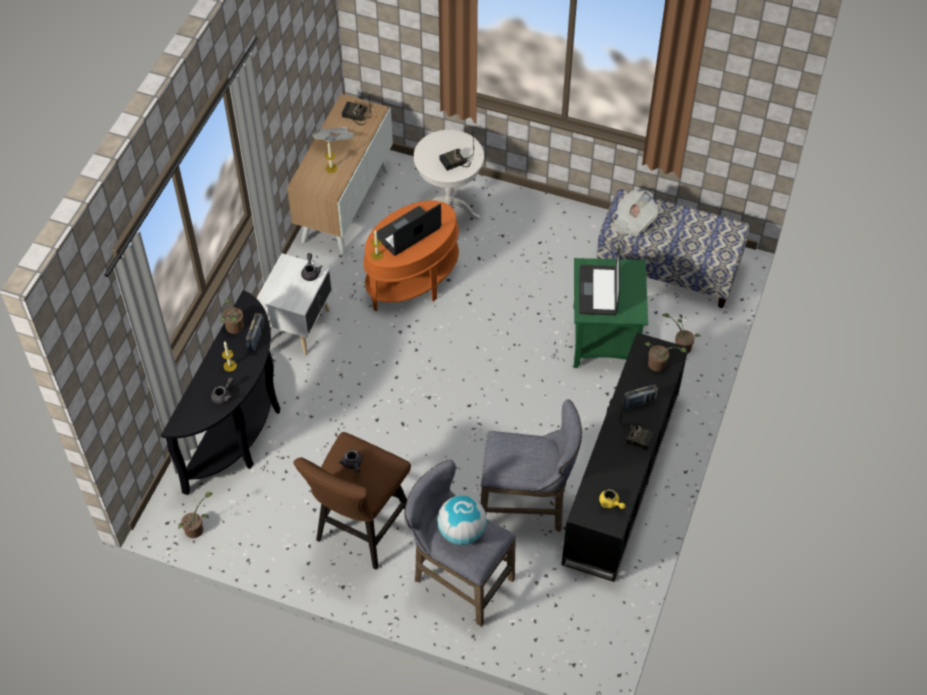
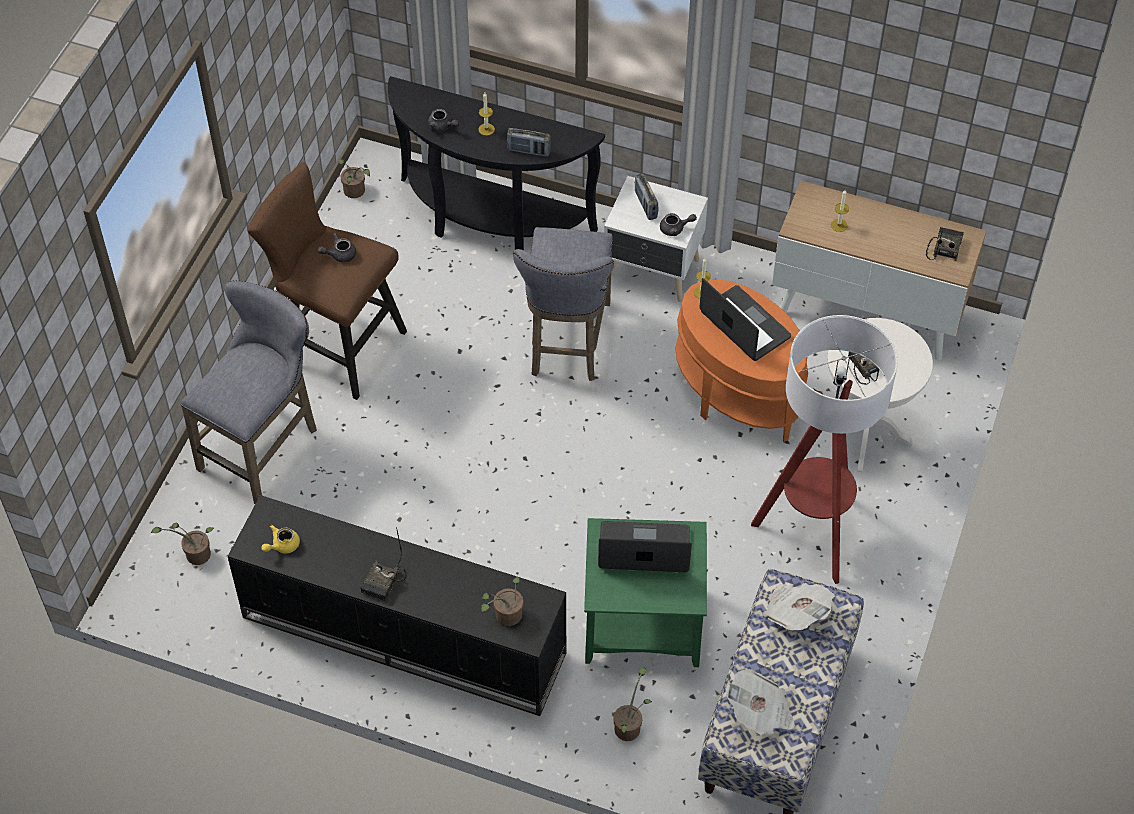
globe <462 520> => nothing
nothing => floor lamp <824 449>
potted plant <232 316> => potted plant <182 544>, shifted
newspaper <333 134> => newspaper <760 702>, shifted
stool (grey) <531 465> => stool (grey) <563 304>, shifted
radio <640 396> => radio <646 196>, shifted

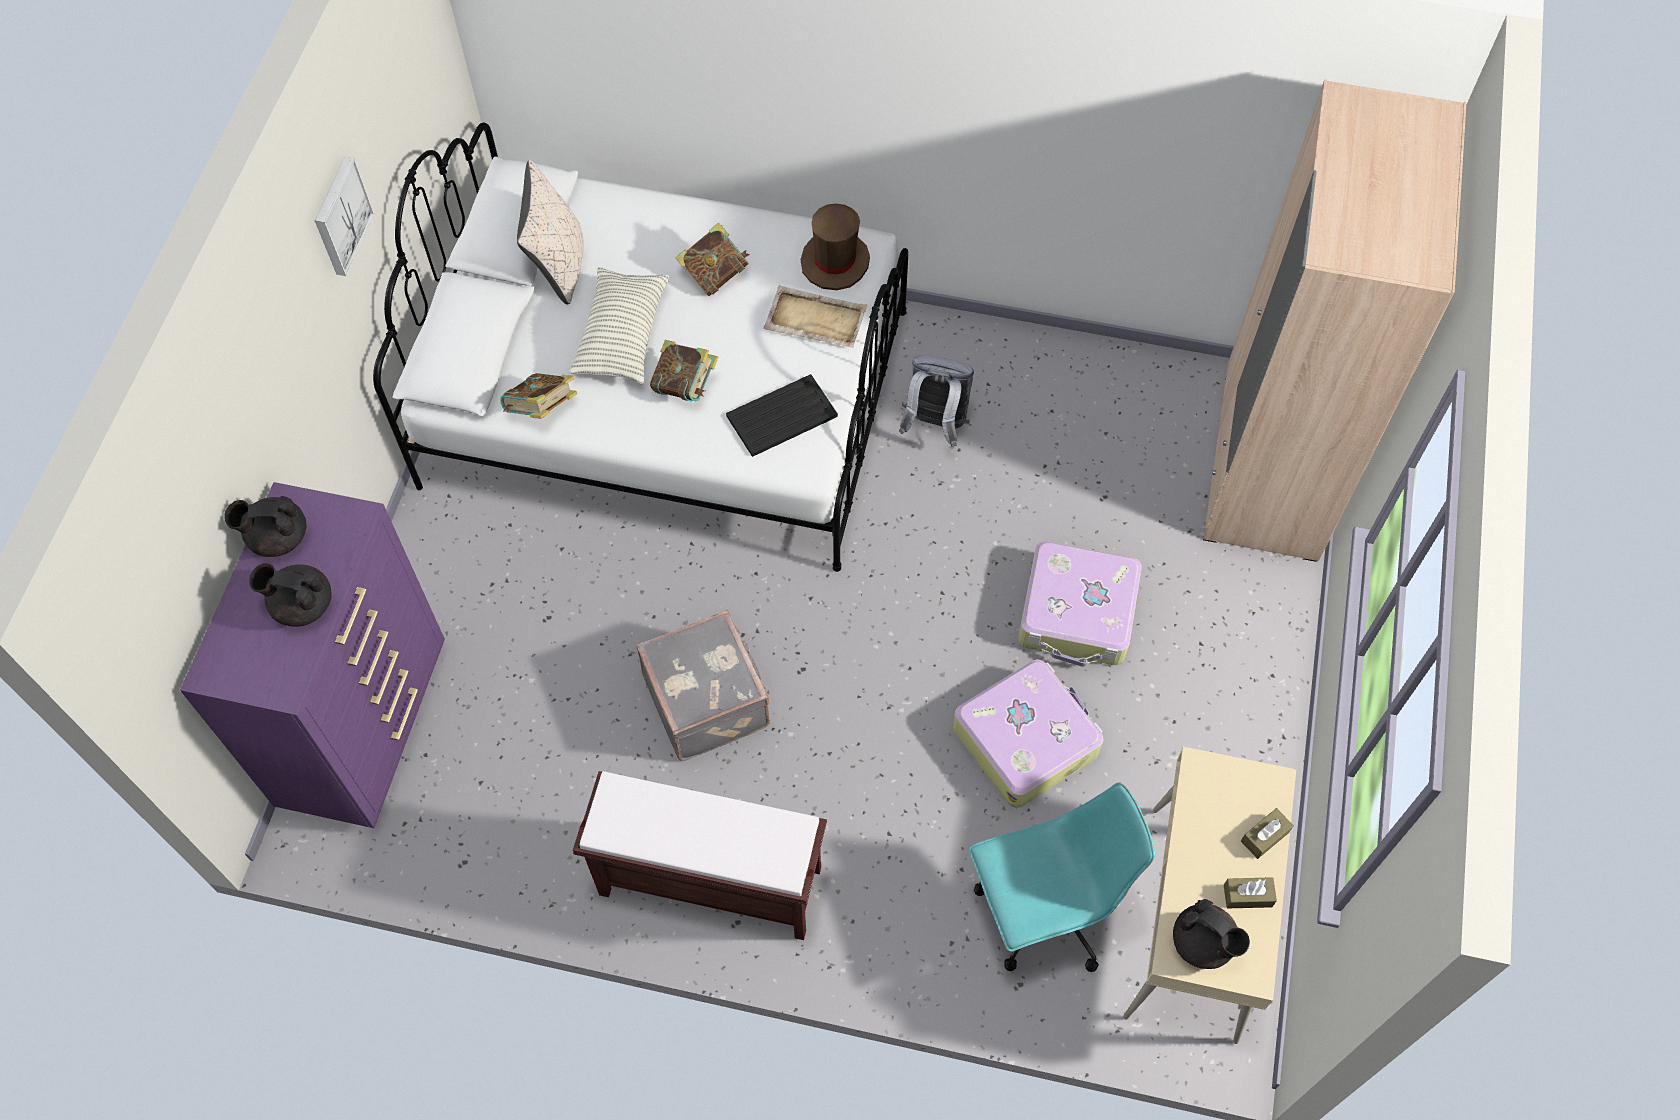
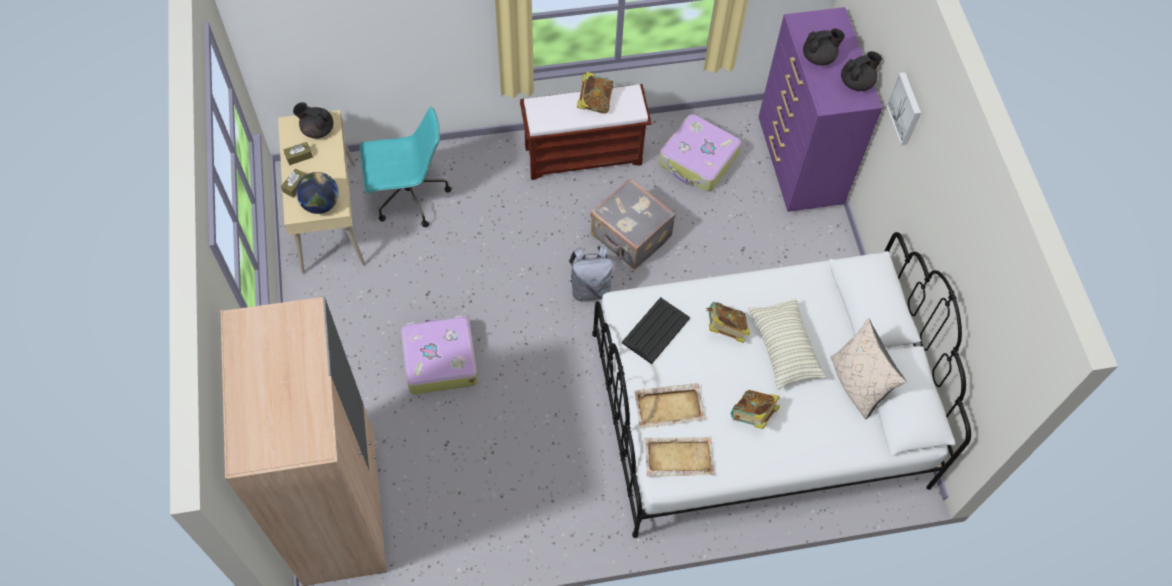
nothing => globe <317 193>
picture <344 216> => picture <903 108>, shifted
book <538 396> => book <595 93>, shifted
backpack (grey) <936 401> => backpack (grey) <590 273>, shifted
suitcase <1028 734> => suitcase <700 153>, shifted
hat (brown) <835 247> => tray (beige) <680 456>
office chair (turquoise) <1062 877> => office chair (turquoise) <406 167>, 150 degrees counterclockwise

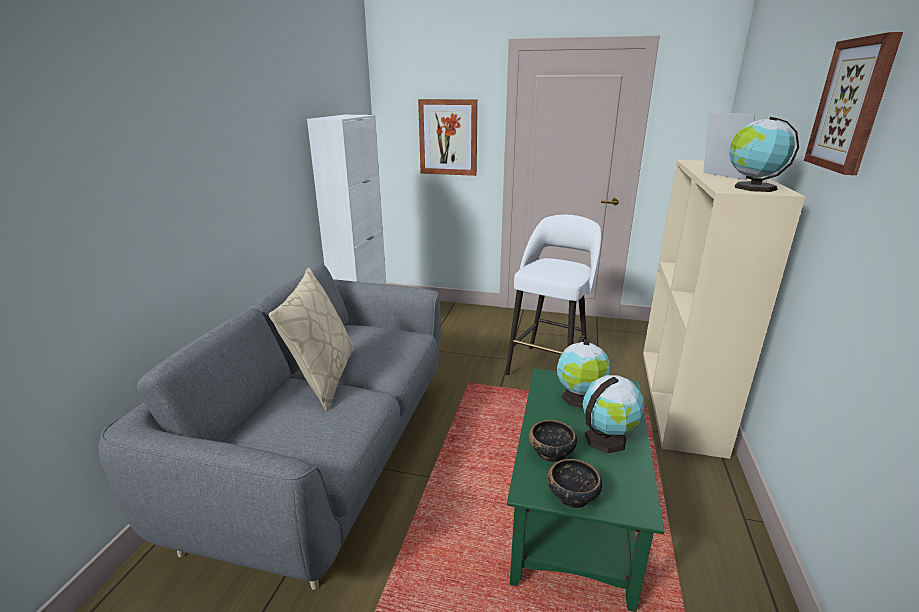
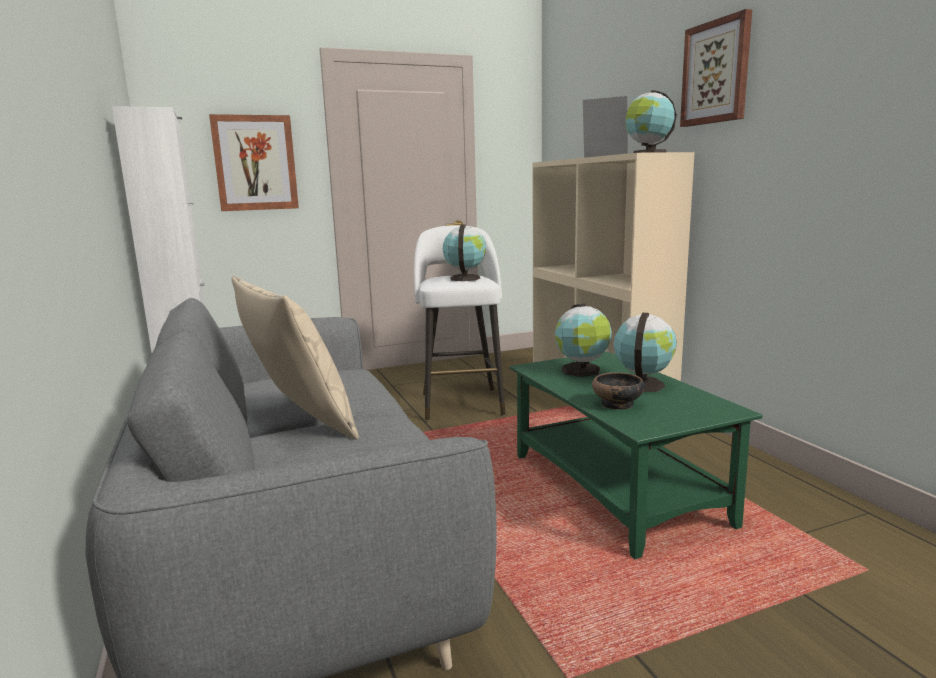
bowl <574 483> => nothing
nothing => globe <464 252>

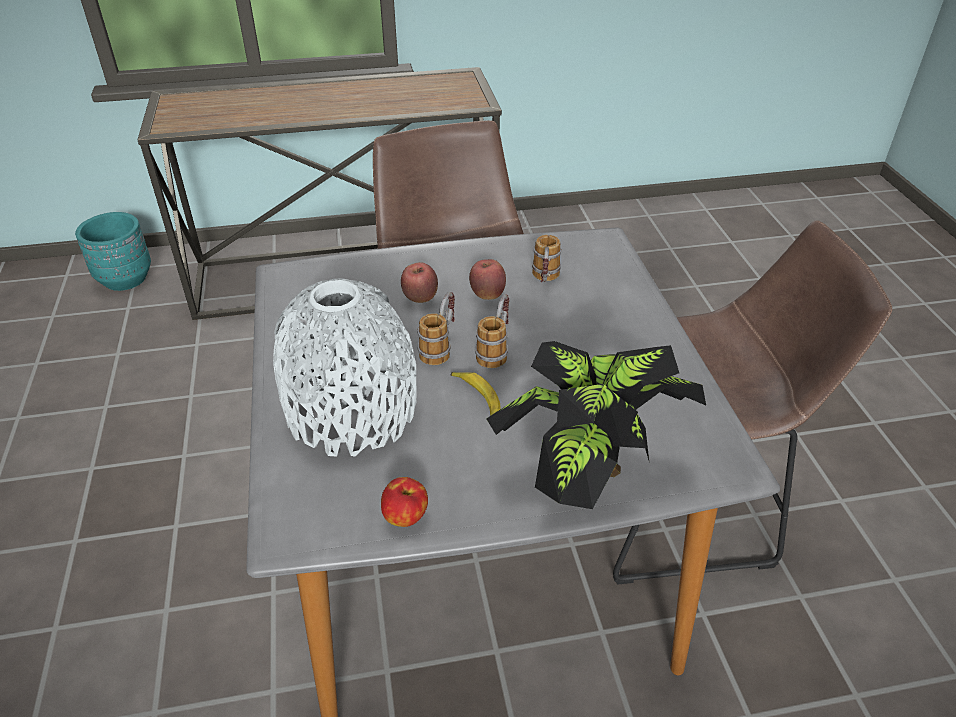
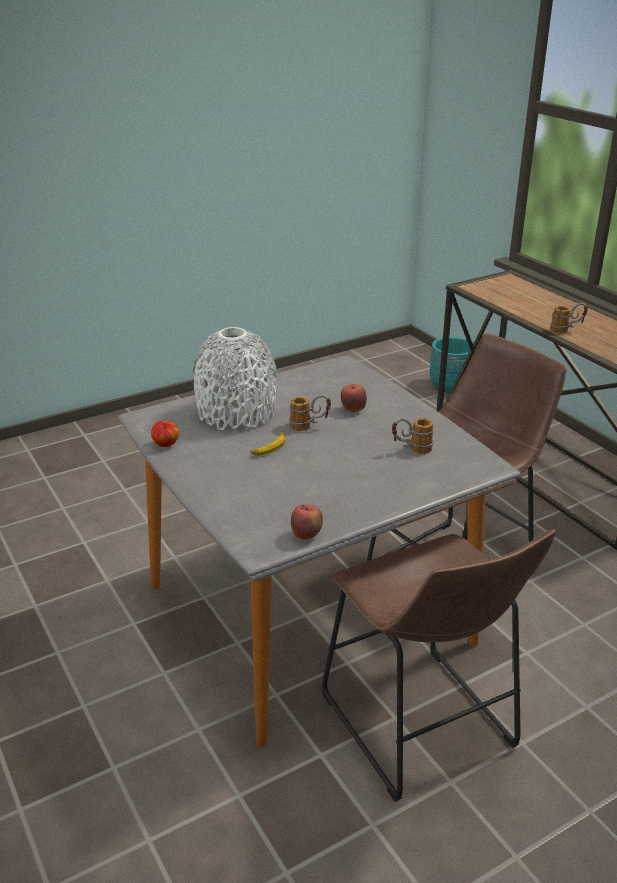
potted plant <596 425> => nothing
apple <487 279> => apple <307 522>, shifted
mug <492 331> => mug <569 318>, shifted

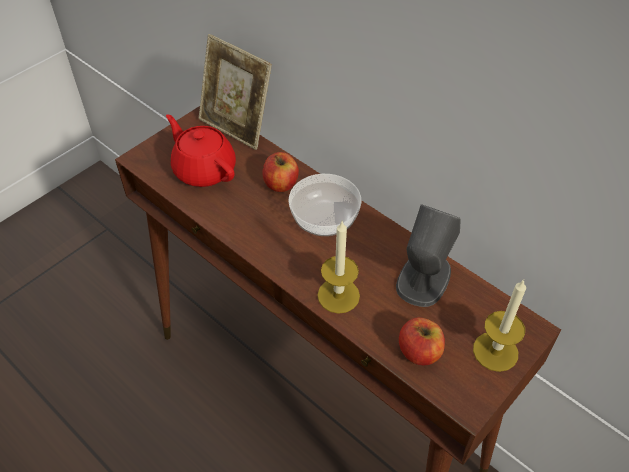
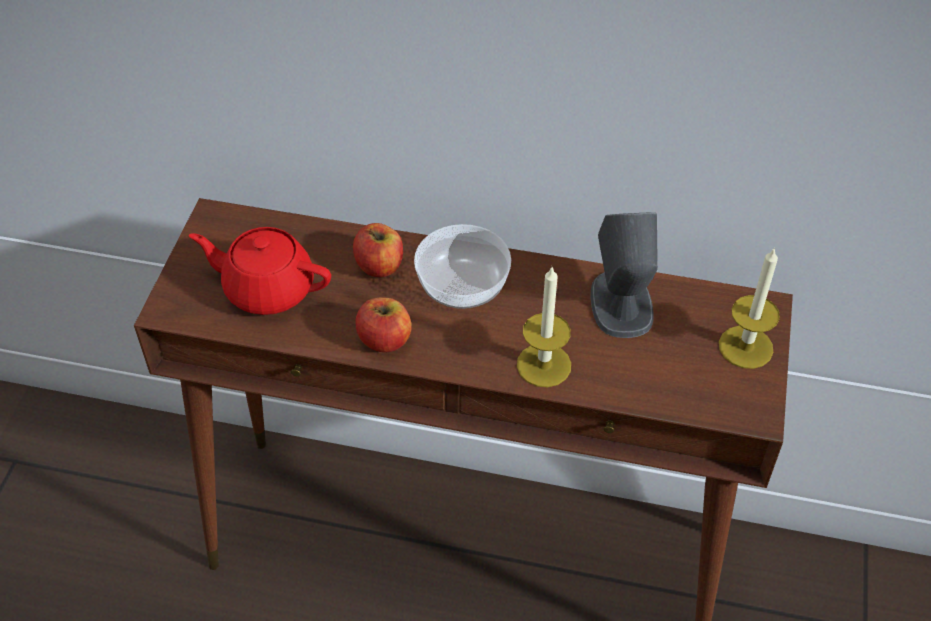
picture frame <235 92> => nothing
apple <422 341> => apple <384 324>, shifted

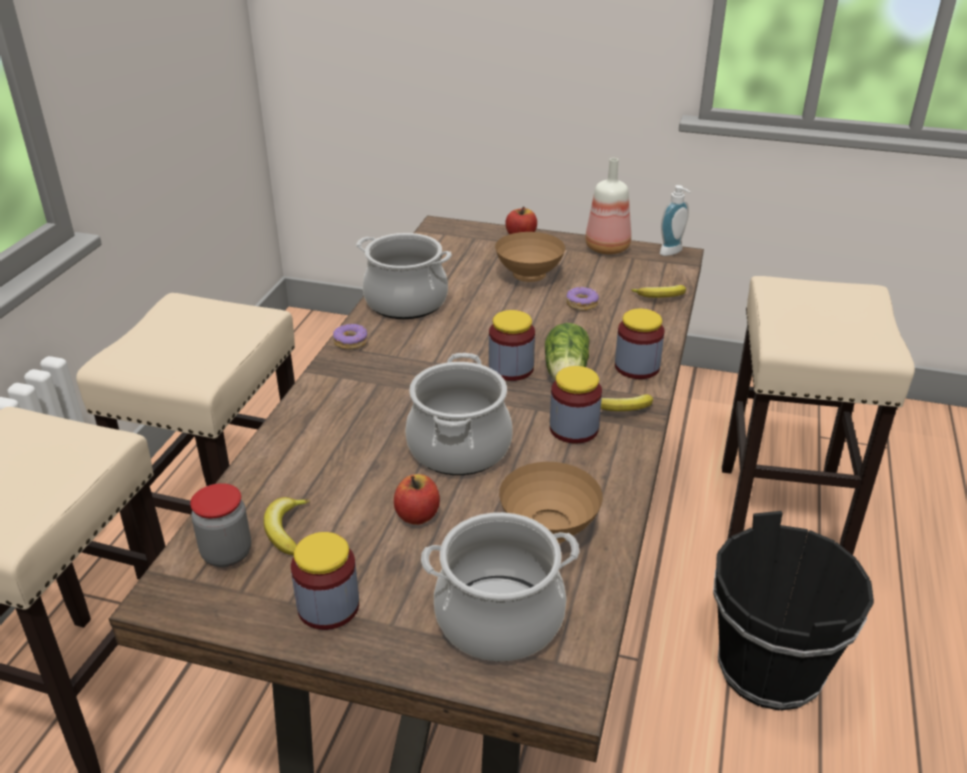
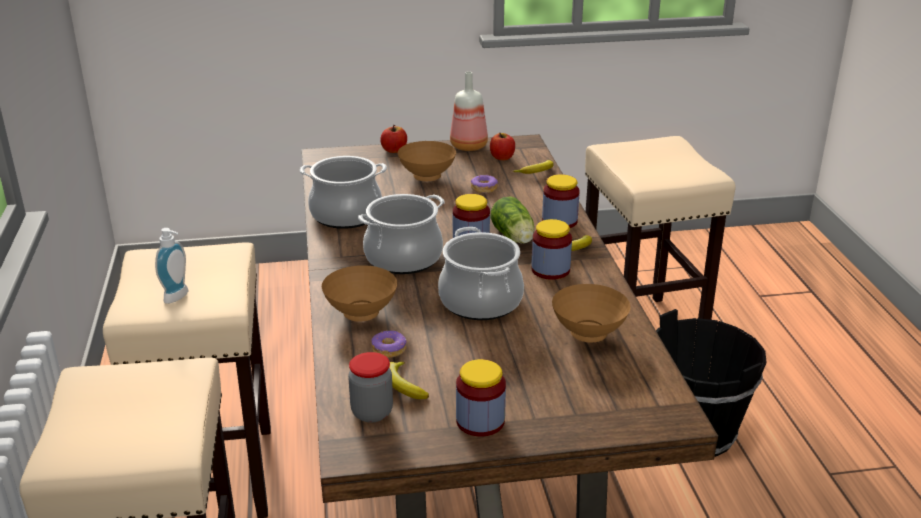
nothing => bowl (brown) <359 293>
donut <350 337> => donut <389 344>, shifted
apple <417 499> => apple <502 146>, shifted
cooking pot <500 586> => cooking pot <401 234>, shifted
soap dispenser <675 220> => soap dispenser <171 266>, shifted

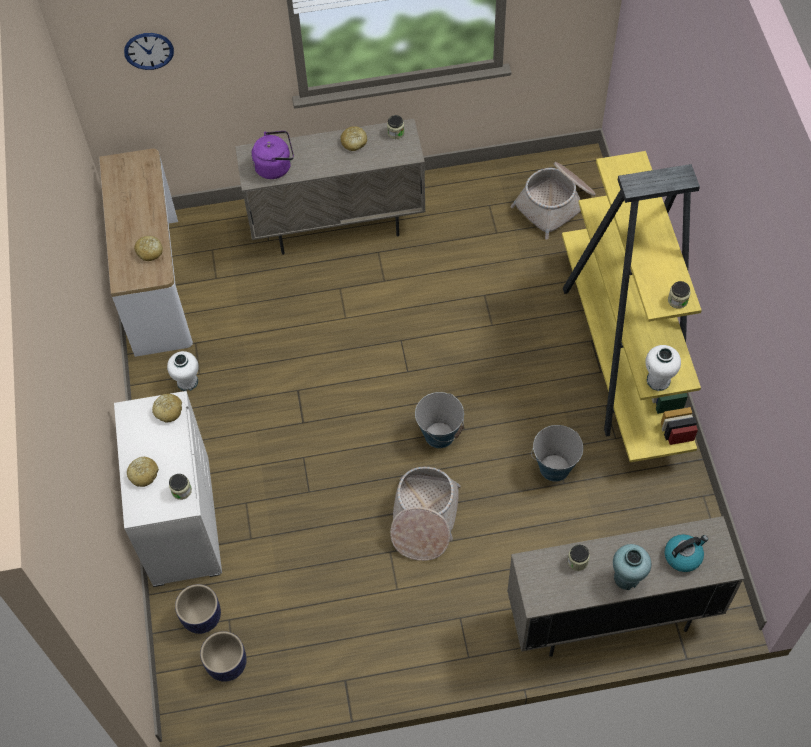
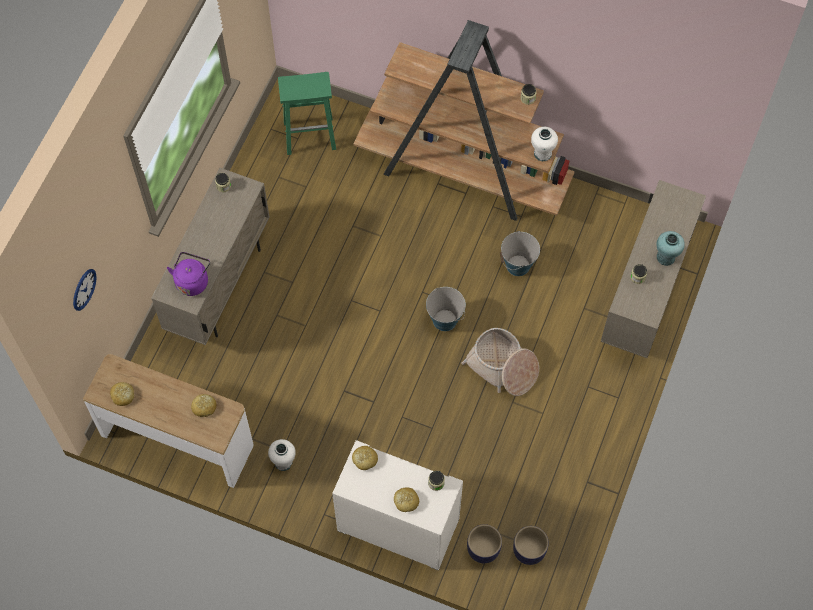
kettle <686 553> => nothing
bread <354 138> => bread <122 394>, shifted
basket <553 201> => stool (green) <307 113>
bookcase (yellow) <632 306> => bookcase (brown) <464 120>

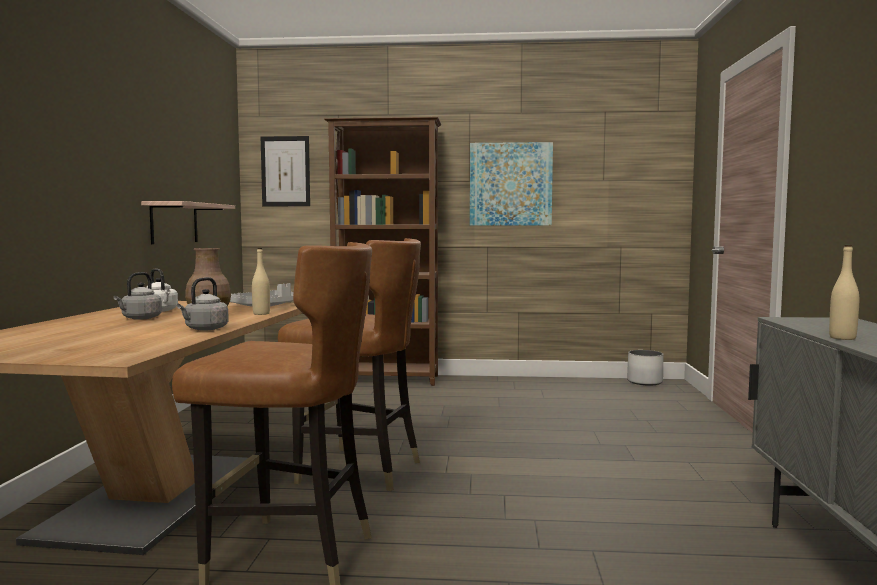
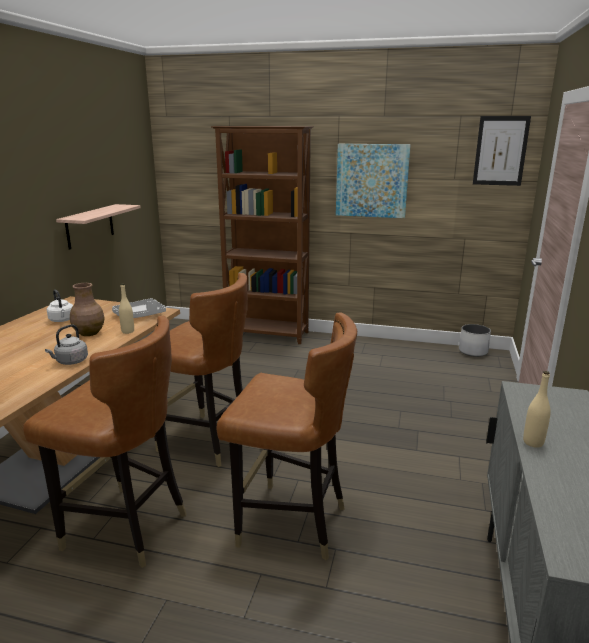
kettle (grey) <137 296> => nothing
nothing => chair (brown) <286 436>
picture <285 171> => picture <502 151>, shifted

